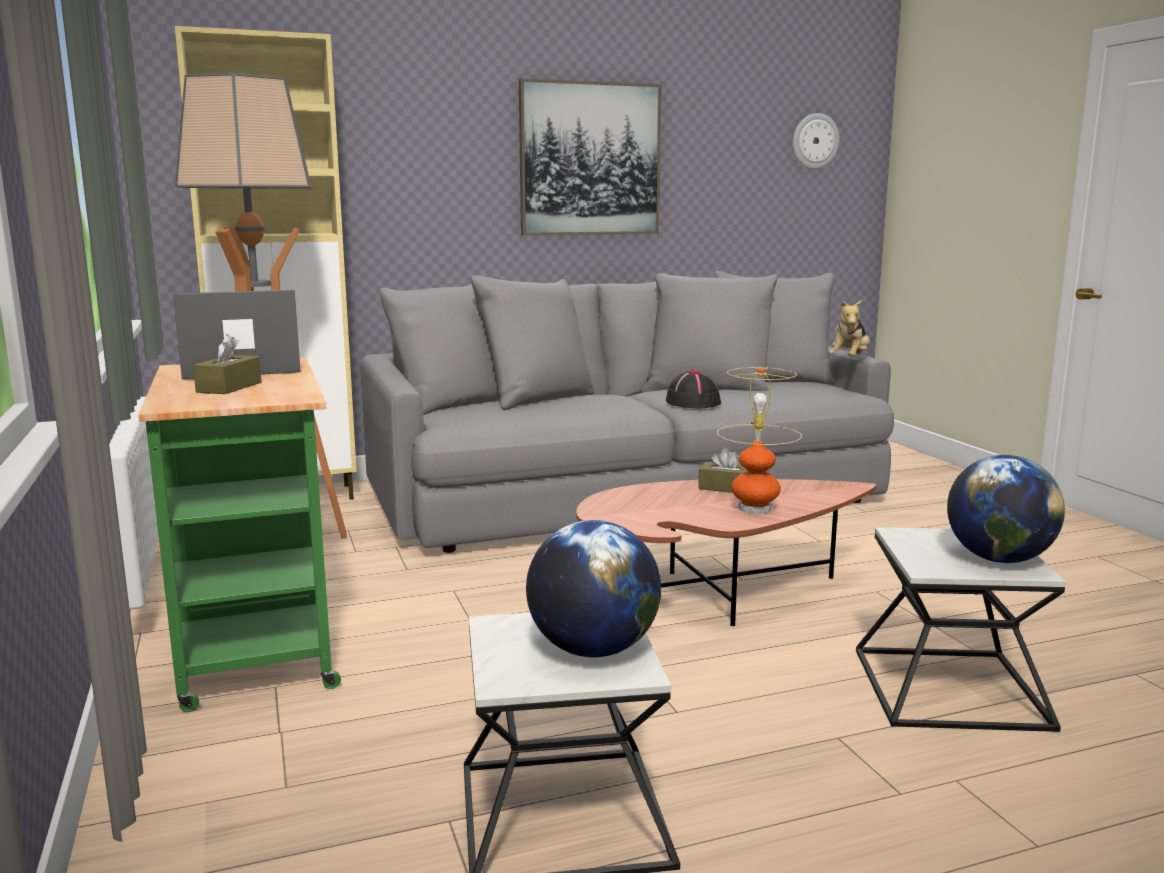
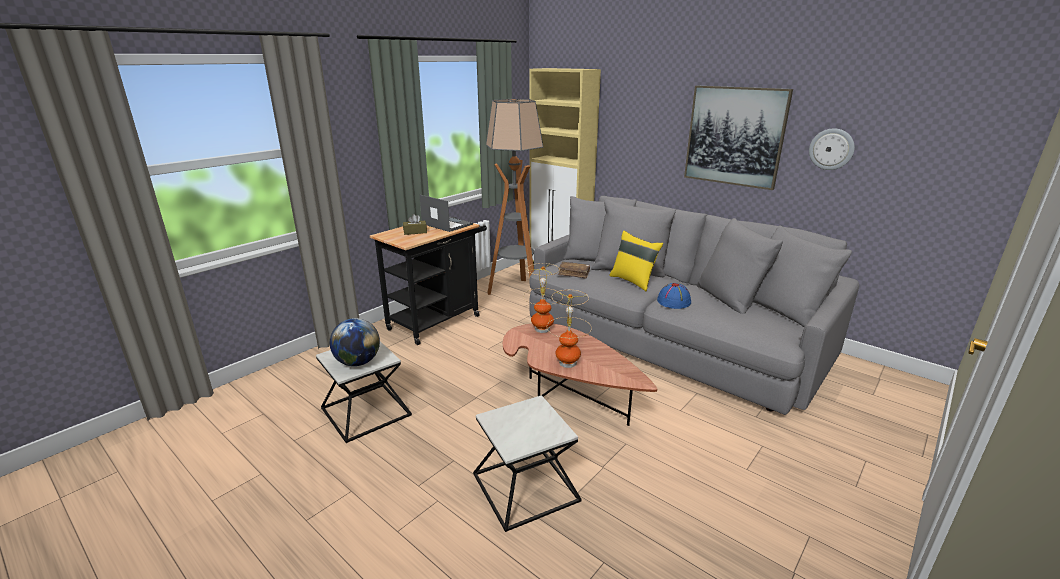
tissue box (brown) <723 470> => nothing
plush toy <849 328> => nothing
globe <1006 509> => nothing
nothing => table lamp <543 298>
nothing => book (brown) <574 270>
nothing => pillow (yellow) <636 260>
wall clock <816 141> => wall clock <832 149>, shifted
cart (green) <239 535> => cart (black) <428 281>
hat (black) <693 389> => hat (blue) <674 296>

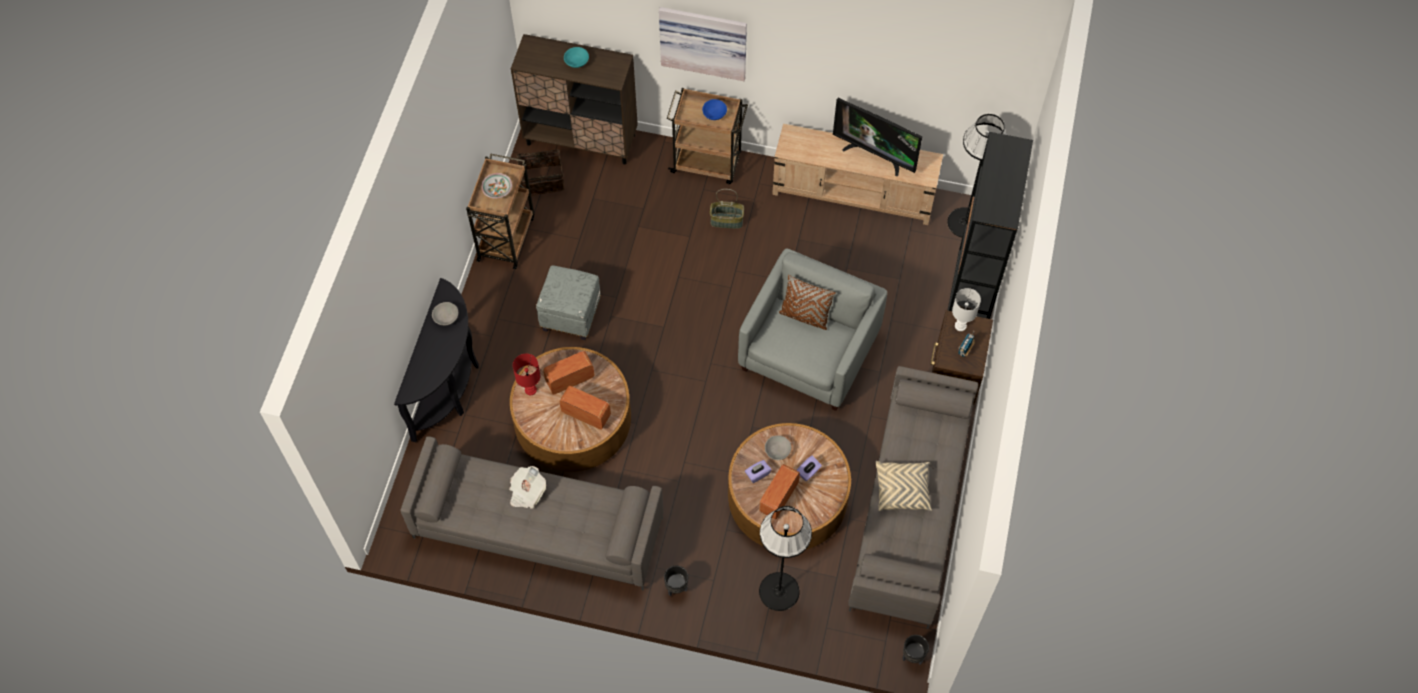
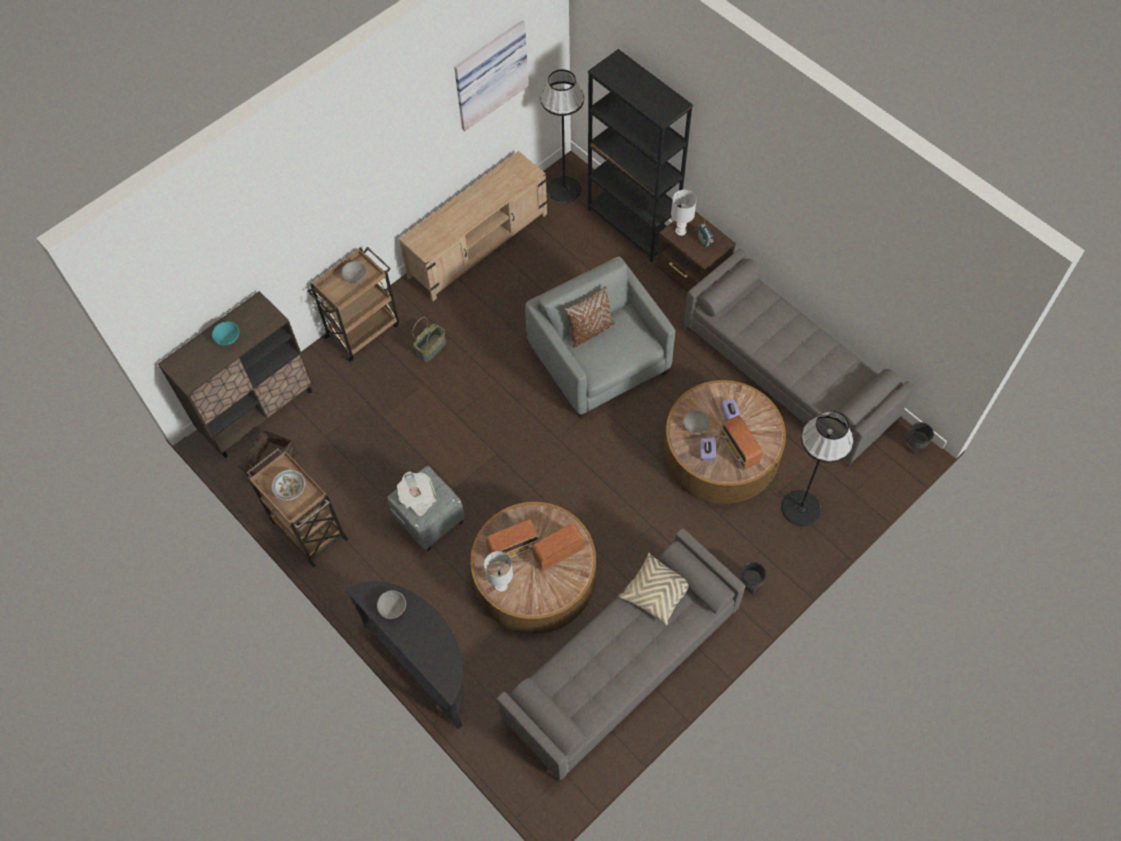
television <877 137> => nothing
newspaper <527 487> => newspaper <417 493>, shifted
picture <703 44> => picture <491 75>, shifted
pillow (beige) <903 486> => pillow (beige) <653 589>, shifted
table lamp (red) <526 374> => table lamp (white) <498 571>
bowl (blue) <714 109> => bowl (grey) <354 272>
radio <568 372> => radio <512 541>, 120 degrees counterclockwise

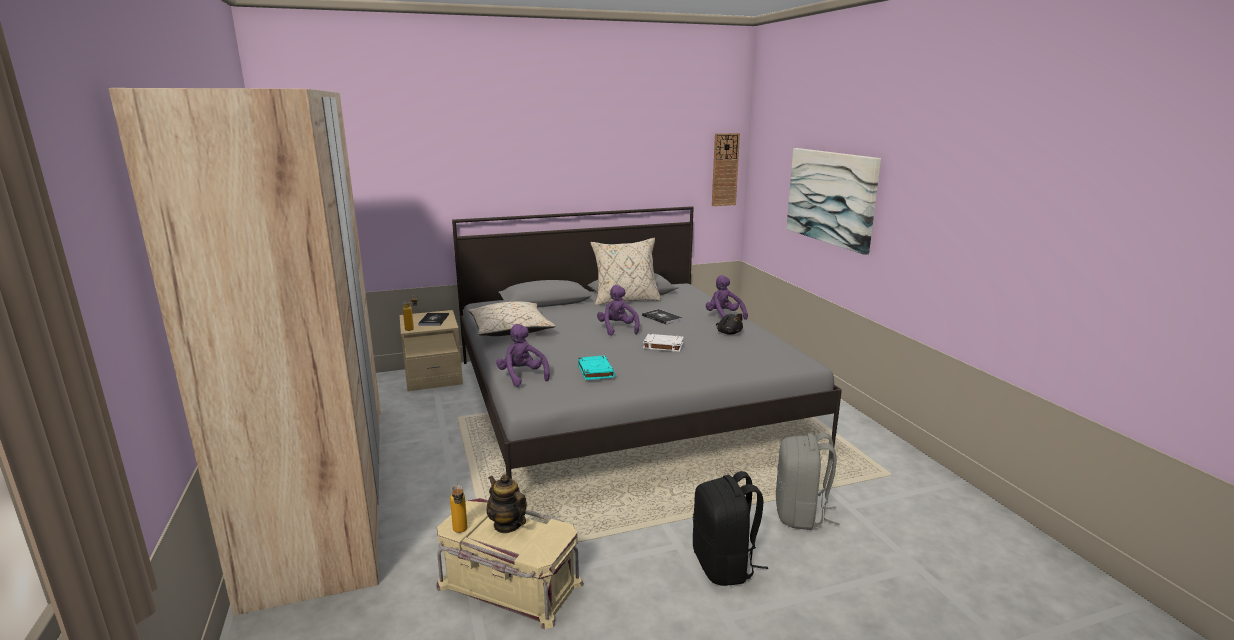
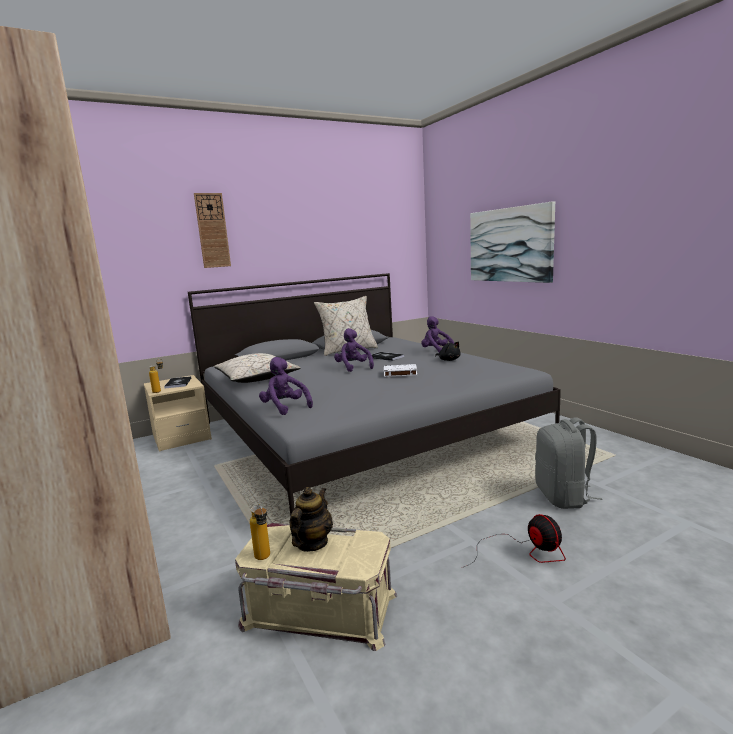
book (turquoise) <596 368> => nothing
wall clock <726 169> => wall clock <212 230>, shifted
backpack (black) <730 528> => fan <513 541>
teapot <507 503> => teapot <311 519>, 75 degrees clockwise

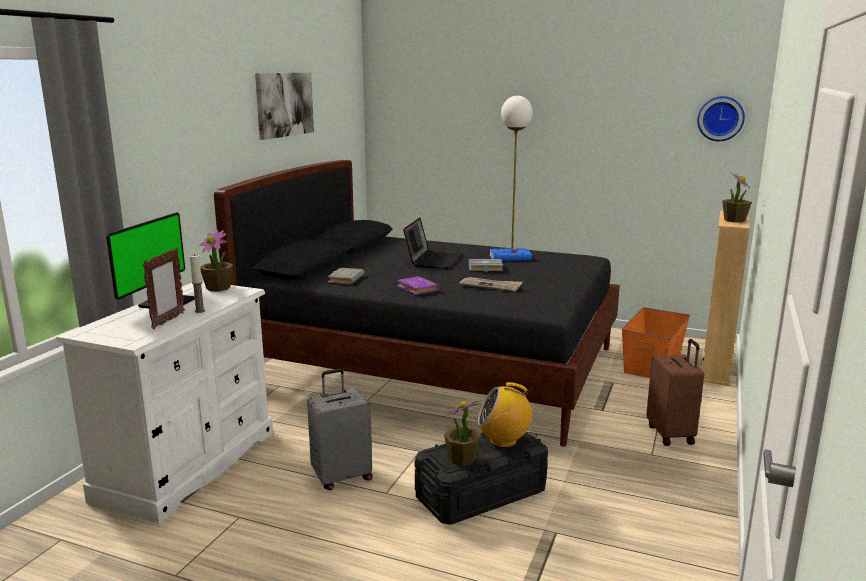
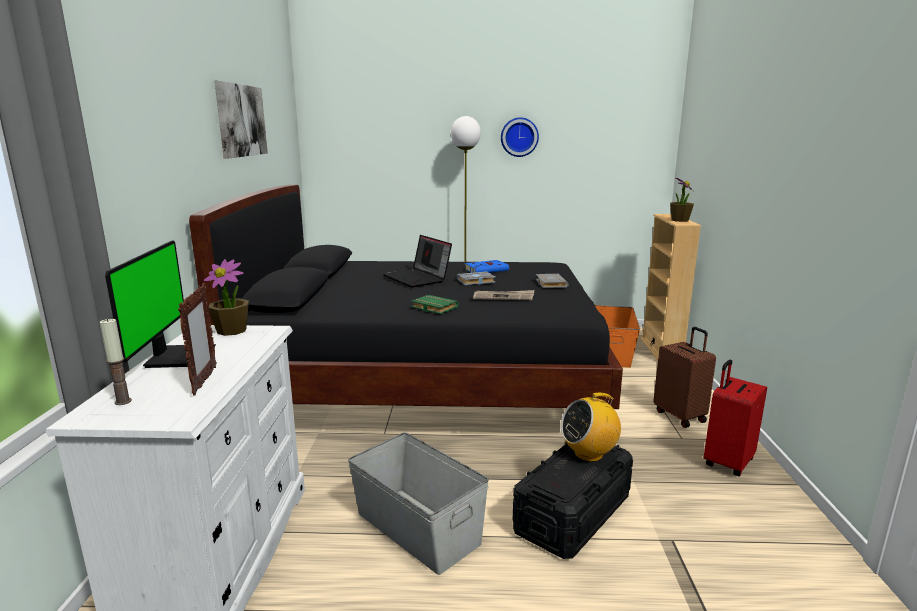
potted plant <463 433> => nothing
nothing => suitcase (red) <735 418>
candle <197 283> => candle <115 361>, shifted
book (grey) <346 276> => book (grey) <552 281>, shifted
wall clock <721 118> => wall clock <520 137>, shifted
suitcase (grey) <340 429> => storage box (grey) <418 503>
book (purple) <418 285> => book (green) <435 304>
laptop <432 243> => laptop <417 261>, 150 degrees clockwise

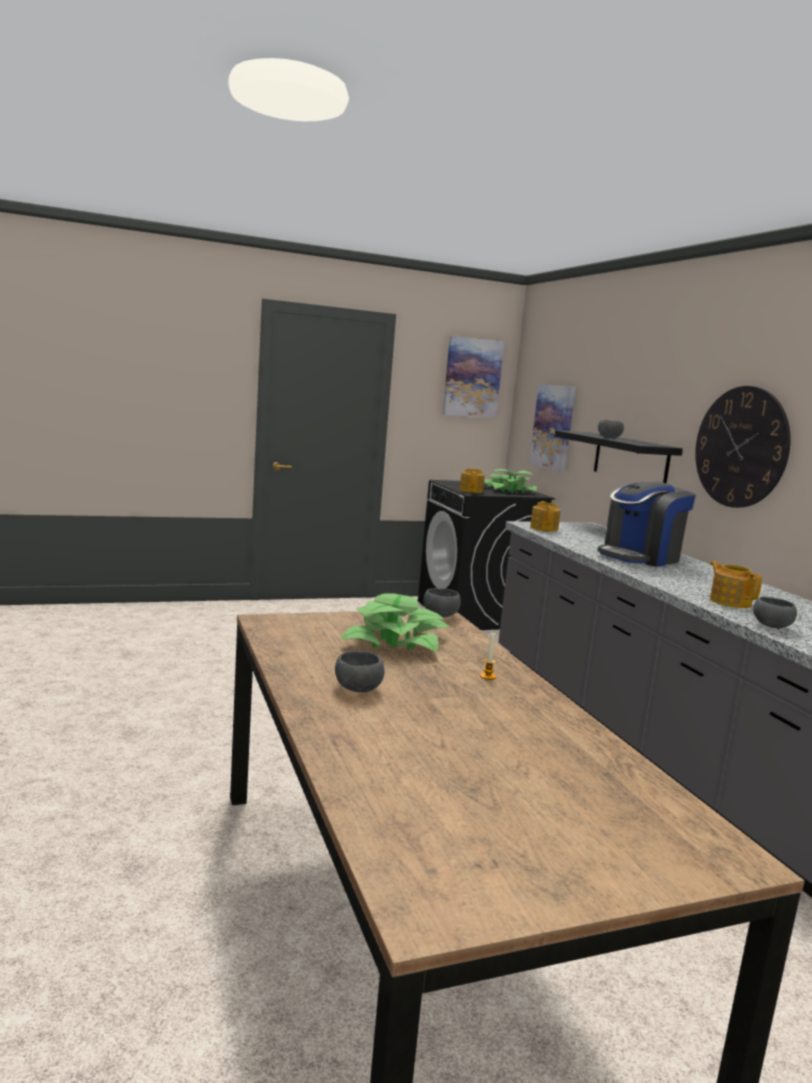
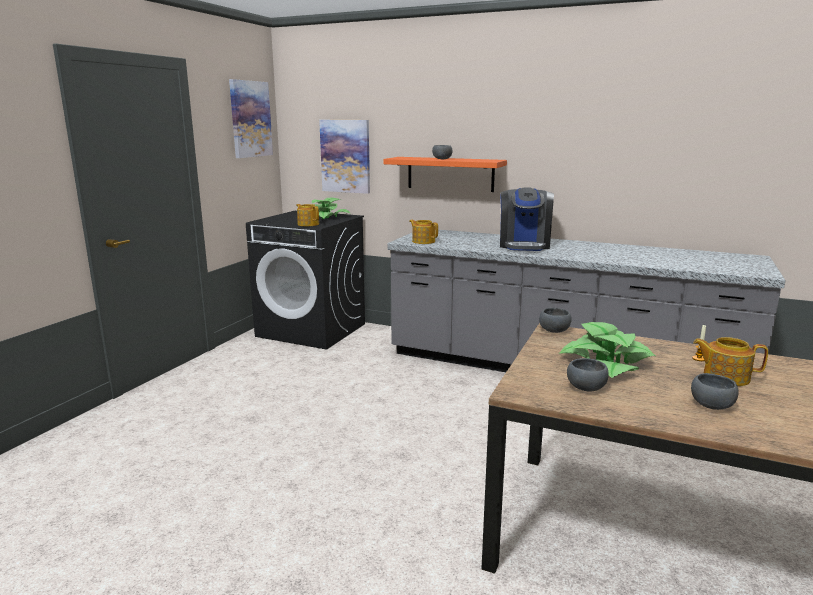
wall clock <743 447> => nothing
teapot <736 584> => teapot <730 361>, shifted
bowl (grey) <775 612> => bowl (grey) <588 375>, shifted
shelf (black) <619 457> => shelf (orange) <445 174>

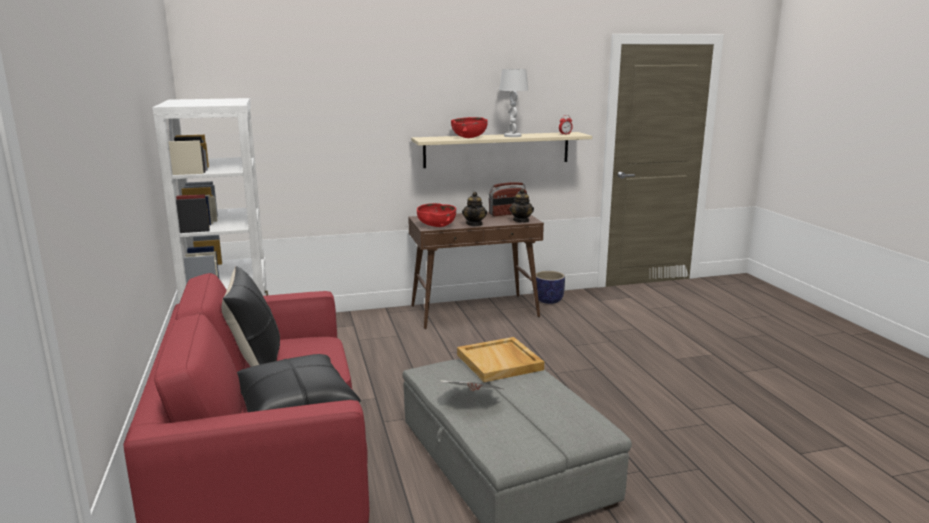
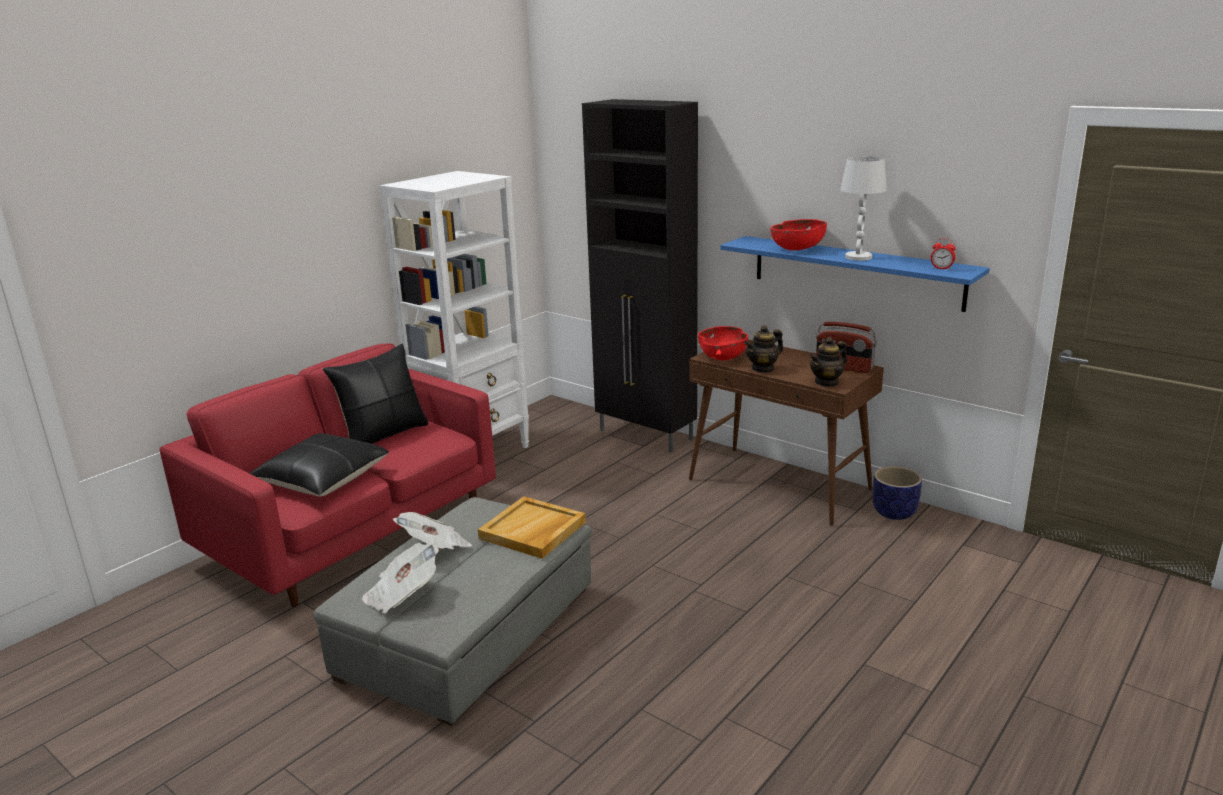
nothing => newspaper <400 578>
nothing => cabinet (black) <640 275>
shelf (beige) <501 150> => shelf (blue) <855 274>

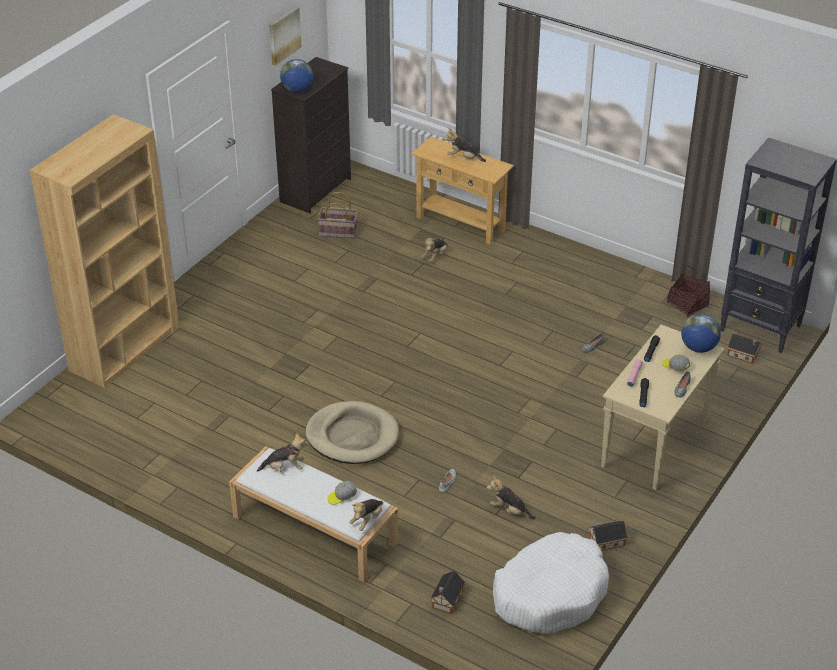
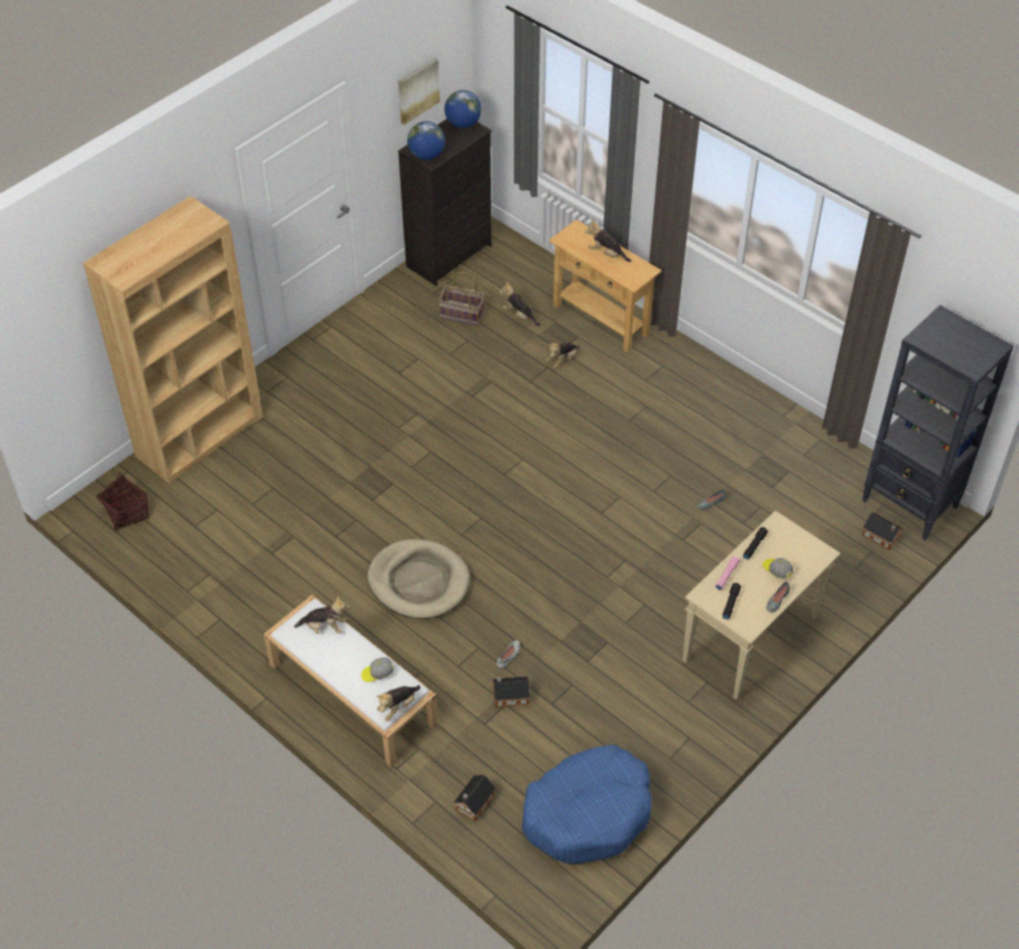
plush toy <511 497> => plush toy <520 303>, shifted
toy house <607 536> => toy house <511 691>, shifted
basket <688 291> => basket <123 501>, shifted
globe <701 333> => globe <463 109>, shifted
dog bed (white) <551 582> => dog bed (blue) <587 804>

